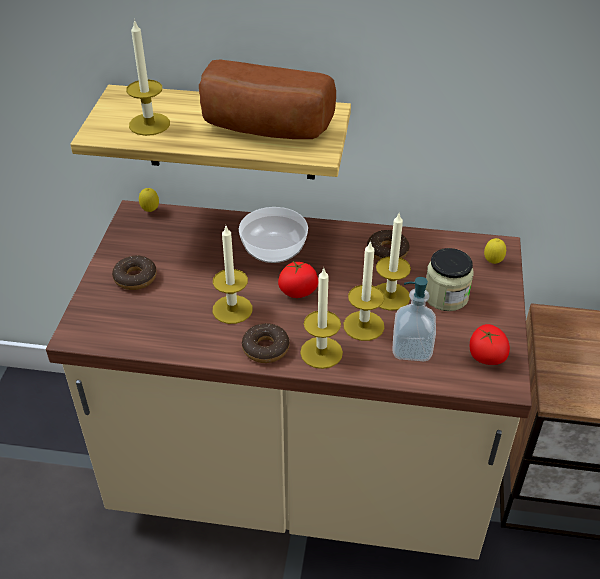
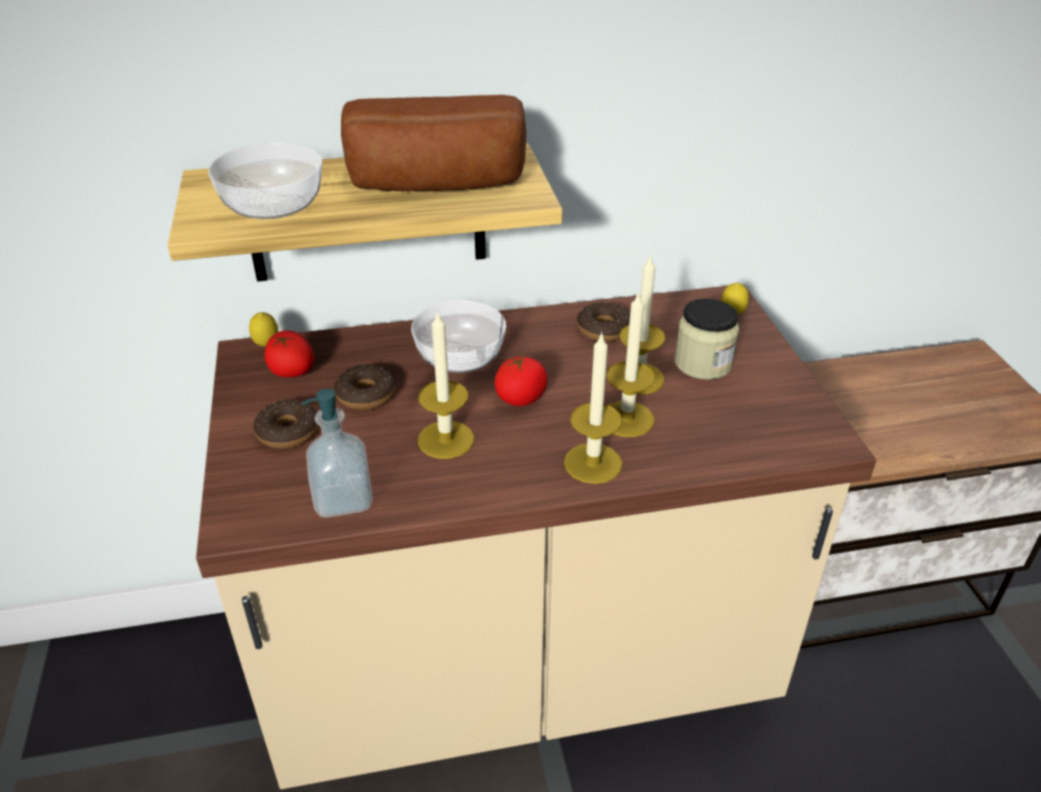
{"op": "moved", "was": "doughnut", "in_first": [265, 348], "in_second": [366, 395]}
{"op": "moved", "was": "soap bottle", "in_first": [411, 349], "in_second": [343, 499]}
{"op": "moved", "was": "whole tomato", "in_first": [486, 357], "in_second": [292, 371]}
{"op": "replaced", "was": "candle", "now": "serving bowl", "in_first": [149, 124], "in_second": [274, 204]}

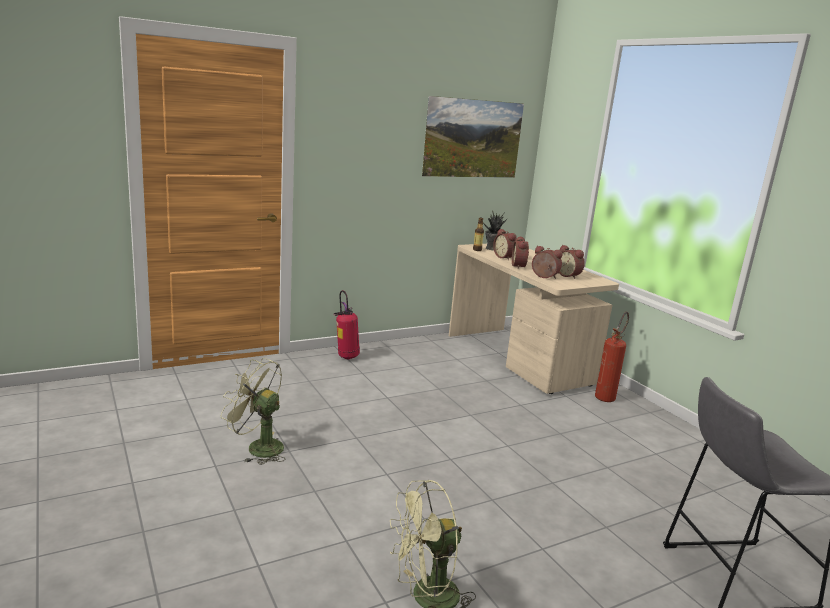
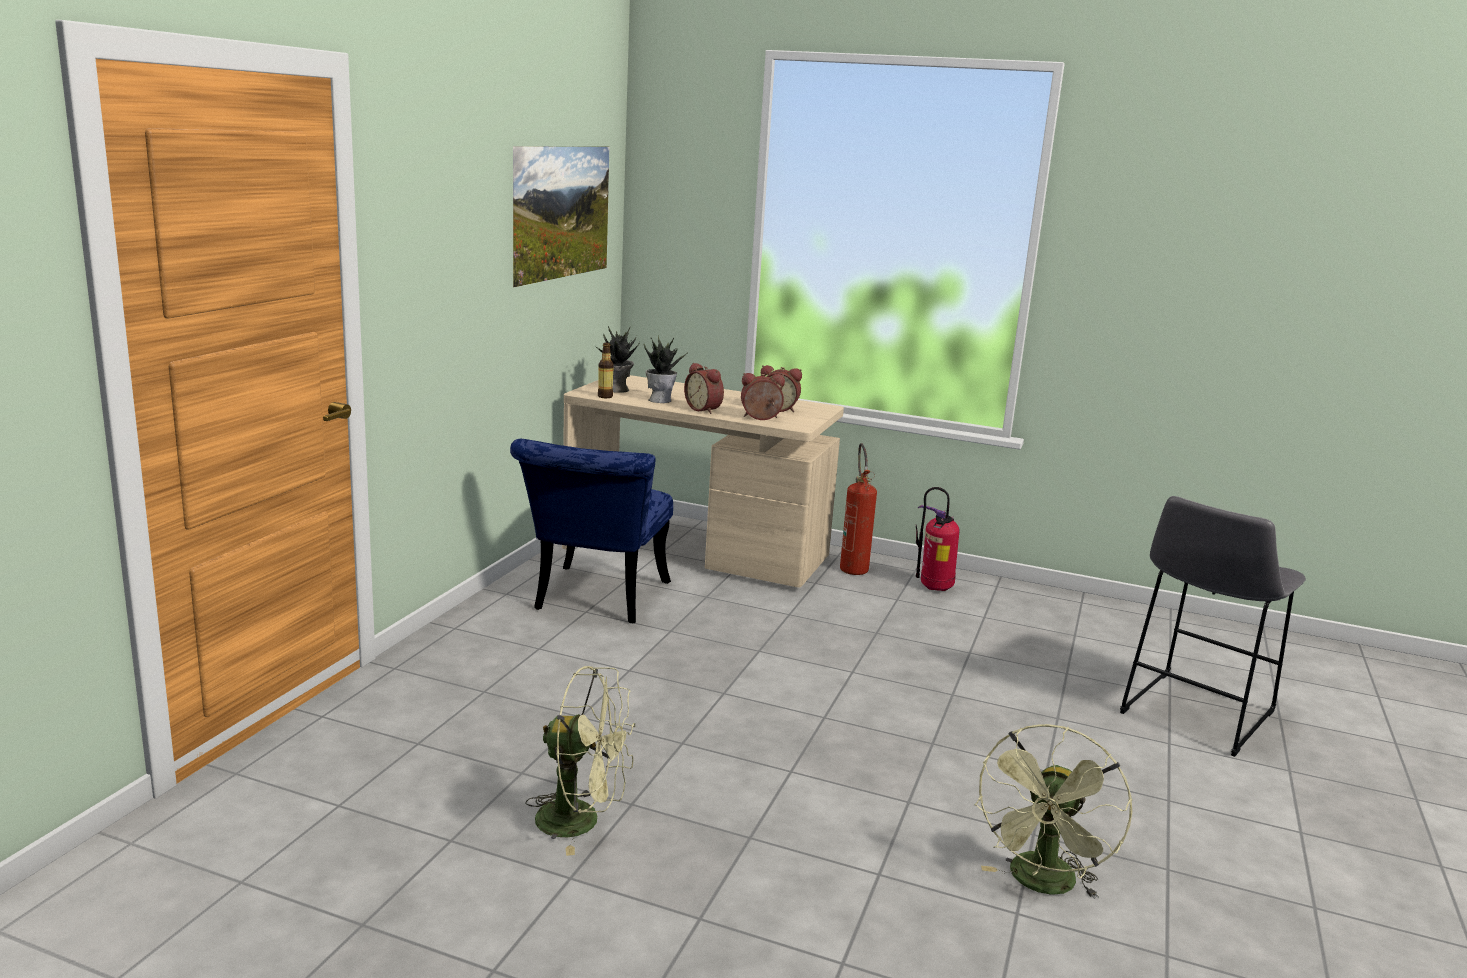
{"op": "added", "now": "blue-coloured chair", "in_second": [595, 600]}
{"op": "moved", "was": "fire extinguisher", "in_first": [346, 357], "in_second": [933, 588]}
{"op": "replaced", "was": "bedside clock", "now": "potted plant", "in_first": [505, 257], "in_second": [660, 400]}
{"op": "turned", "was": "greenish electric fan", "in_first": [258, 447], "in_second": [582, 821], "clockwise": -150}

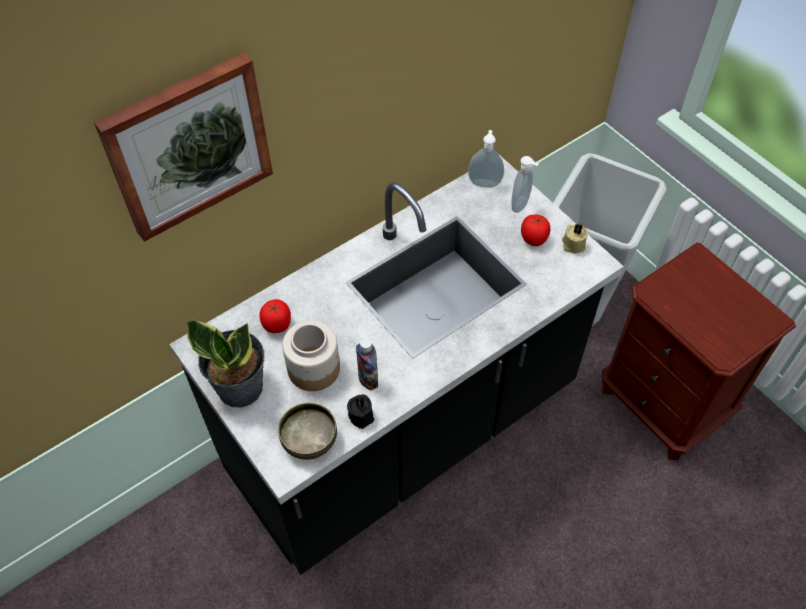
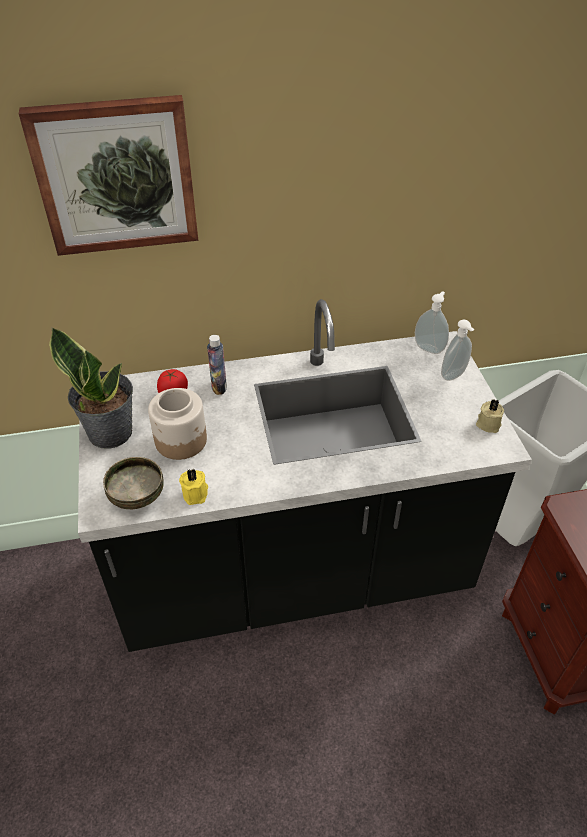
{"op": "removed", "was": "whole tomato", "in_first": [533, 239]}
{"op": "moved", "was": "bottle", "in_first": [368, 379], "in_second": [219, 387]}
{"op": "recoloured", "was": "black-coloured candle", "now": "yellow candle", "in_first": [361, 415], "in_second": [196, 493]}

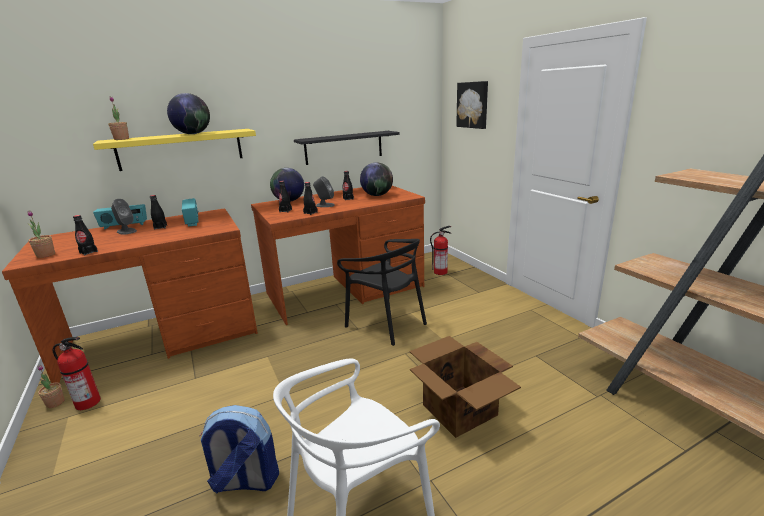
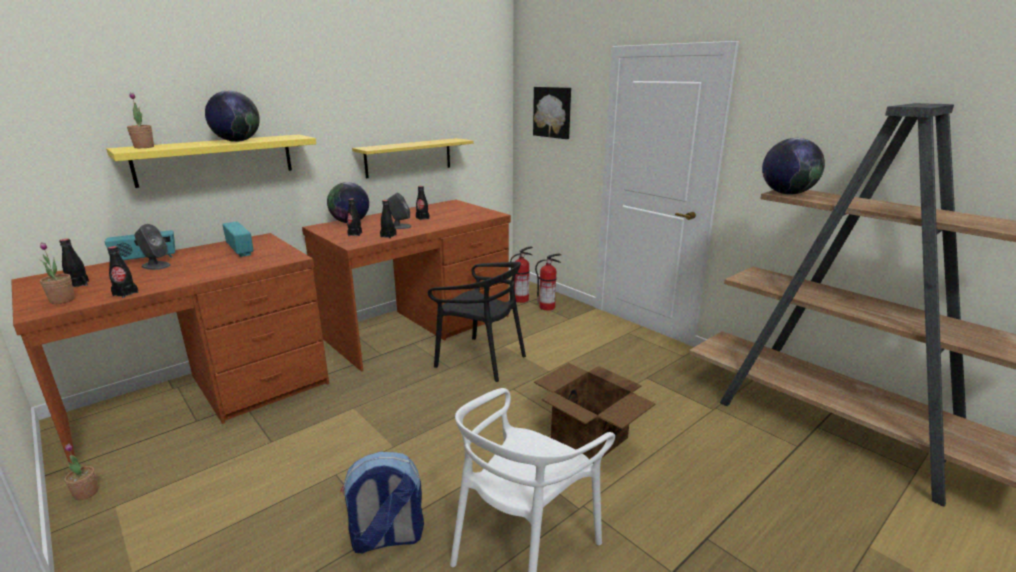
{"op": "moved", "was": "fire extinguisher", "in_first": [89, 402], "in_second": [547, 307]}
{"op": "moved", "was": "black-coloured bottle", "in_first": [160, 227], "in_second": [78, 284]}
{"op": "moved", "was": "globe", "in_first": [377, 195], "in_second": [787, 193]}
{"op": "recoloured", "was": "black-coloured bracket shelf", "now": "yellow bracket shelf", "in_first": [344, 147], "in_second": [409, 157]}

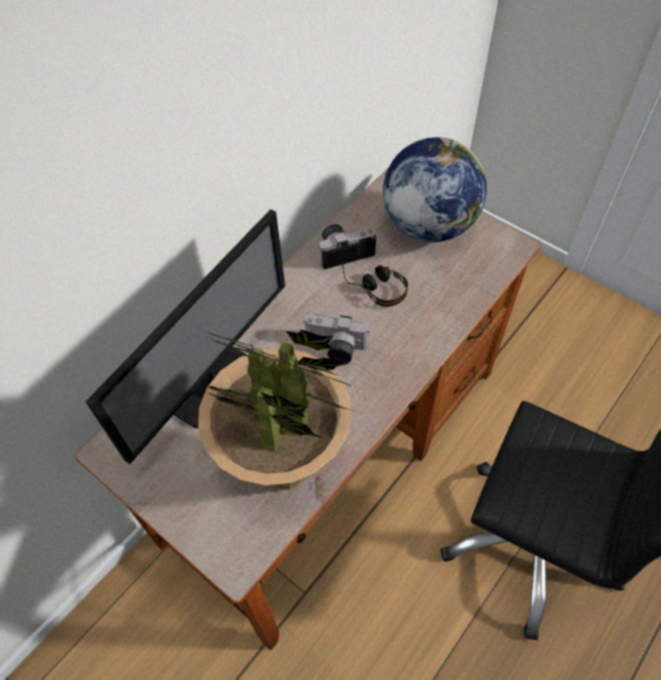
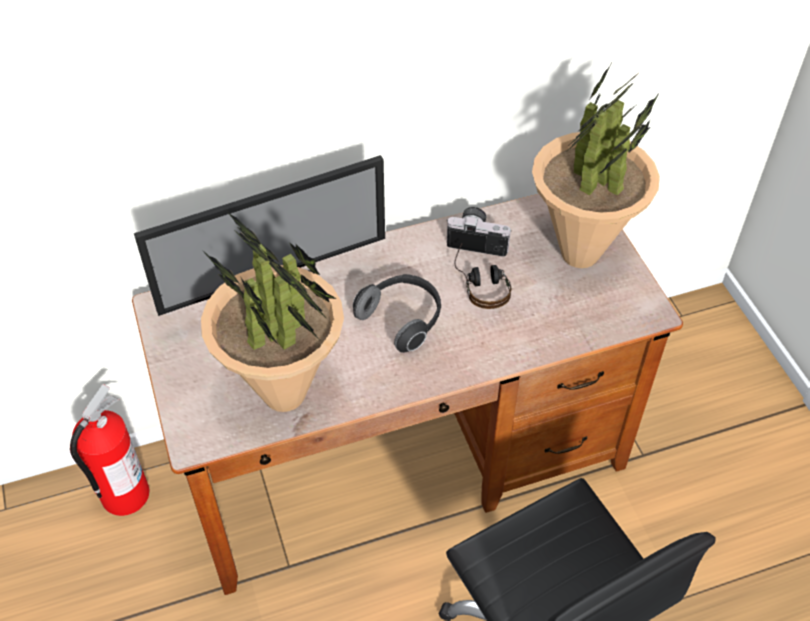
{"op": "added", "now": "fire extinguisher", "in_second": [124, 495]}
{"op": "replaced", "was": "still camera", "now": "headphones", "in_first": [335, 348], "in_second": [402, 319]}
{"op": "replaced", "was": "globe", "now": "potted plant", "in_first": [428, 225], "in_second": [579, 253]}

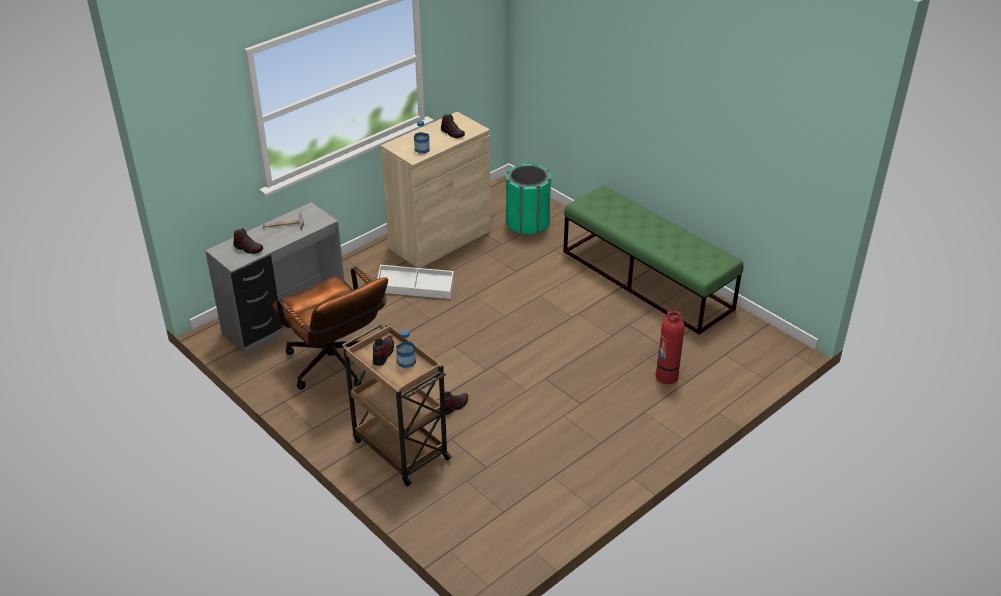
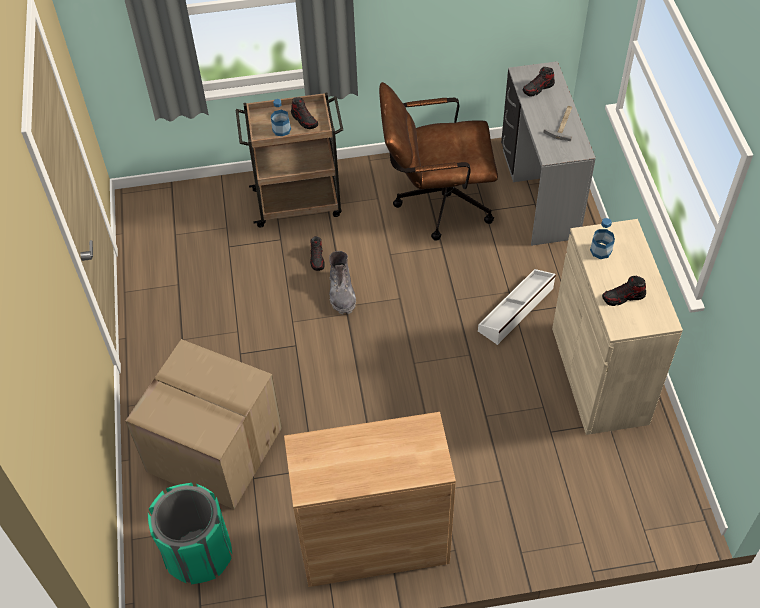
{"op": "added", "now": "gray high-top boot", "in_second": [342, 293]}
{"op": "moved", "was": "greenish rubbish bin", "in_first": [527, 224], "in_second": [198, 553]}
{"op": "replaced", "was": "greenish bench", "now": "brown cupboard", "in_first": [647, 280], "in_second": [373, 542]}
{"op": "replaced", "was": "fire extinguisher", "now": "carton", "in_first": [667, 376], "in_second": [212, 450]}

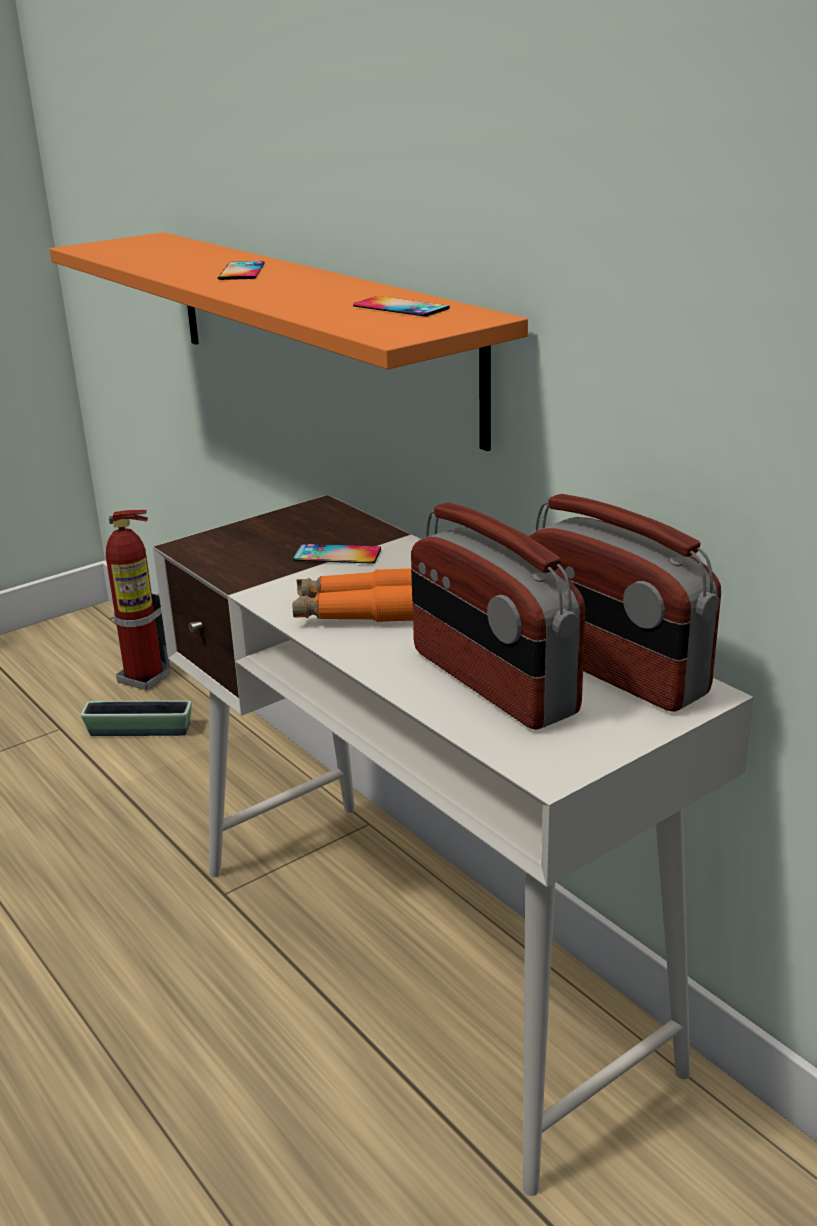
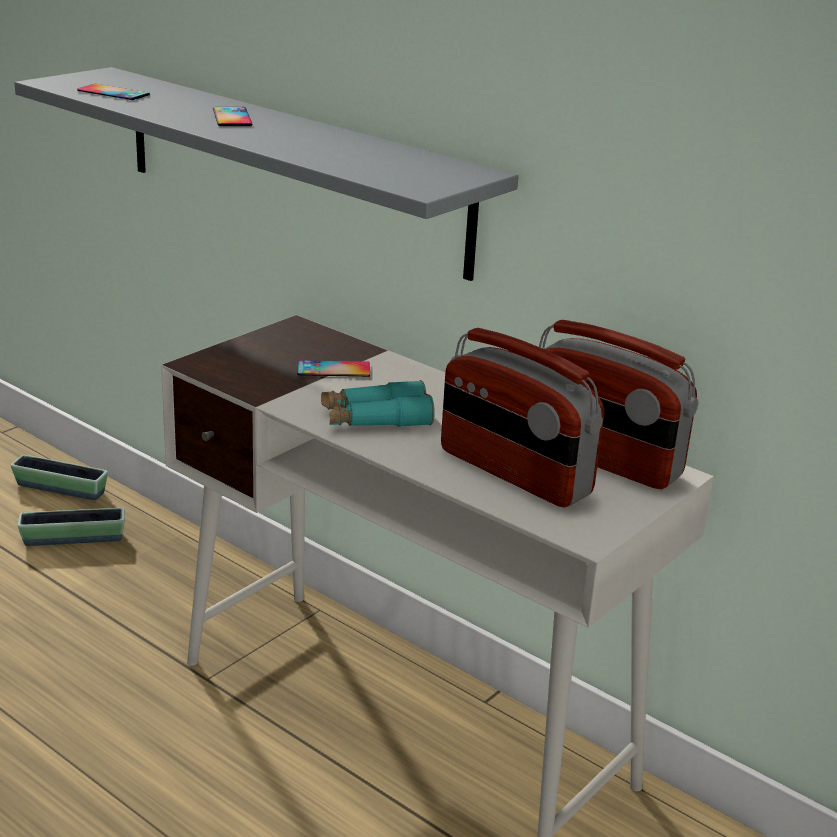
{"op": "moved", "was": "handset", "in_first": [401, 307], "in_second": [113, 93]}
{"op": "replaced", "was": "fire extinguisher", "now": "flower pot", "in_first": [145, 678], "in_second": [61, 489]}
{"op": "recoloured", "was": "orange-coloured bracket shelf", "now": "gray bracket shelf", "in_first": [315, 328], "in_second": [290, 167]}
{"op": "recoloured", "was": "orange-coloured field glasses", "now": "blue-green field glasses", "in_first": [357, 612], "in_second": [376, 419]}

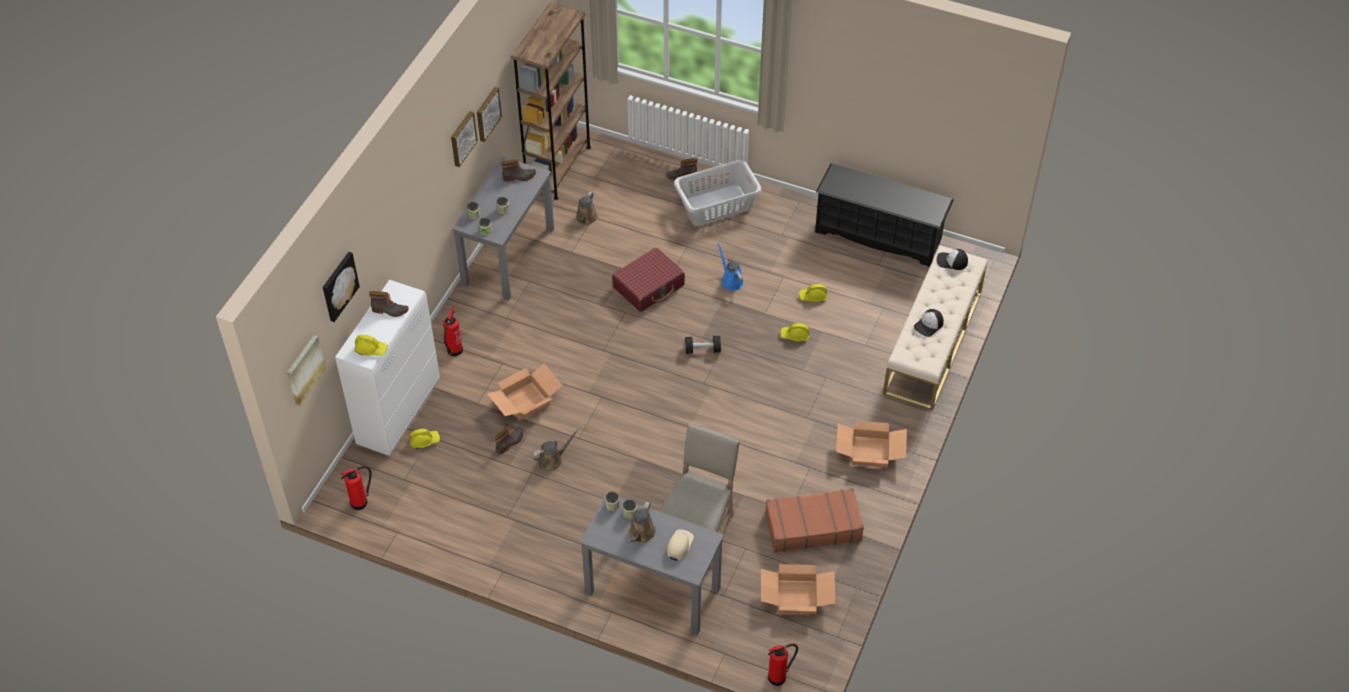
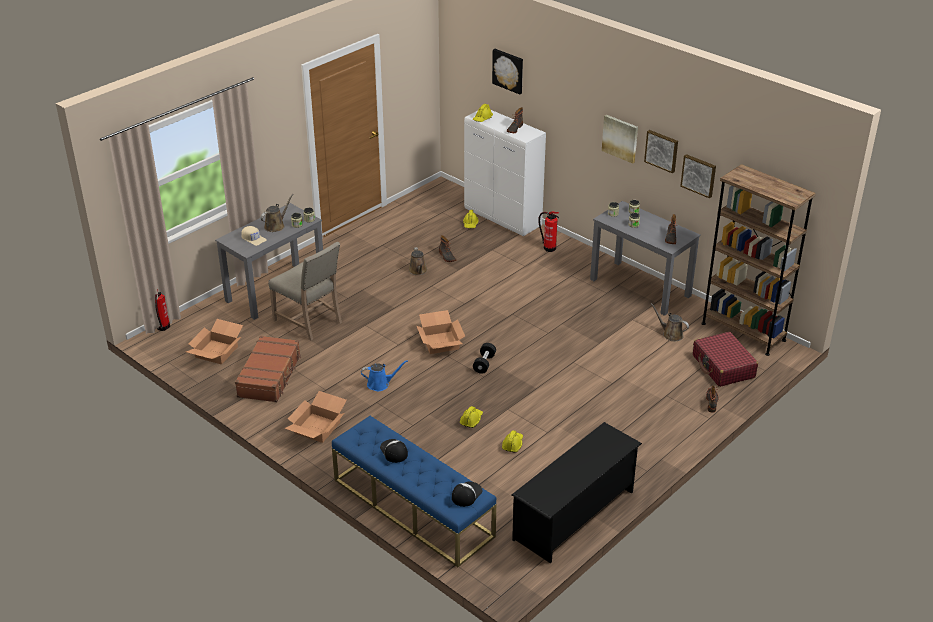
{"op": "removed", "was": "fire extinguisher", "in_first": [360, 502]}
{"op": "removed", "was": "gray laundry basket", "in_first": [717, 205]}
{"op": "moved", "was": "wall art", "in_first": [304, 369], "in_second": [620, 138]}
{"op": "moved", "was": "carton", "in_first": [526, 402], "in_second": [440, 342]}
{"op": "moved", "was": "reddish travel case", "in_first": [649, 286], "in_second": [723, 367]}
{"op": "moved", "was": "blue-coloured watering pot", "in_first": [731, 280], "in_second": [380, 384]}
{"op": "recoloured", "was": "sand-coloured bench", "now": "blue-coloured bench", "in_first": [933, 343], "in_second": [412, 508]}
{"op": "turned", "was": "brown watering pot", "in_first": [641, 534], "in_second": [276, 226], "clockwise": 90}

